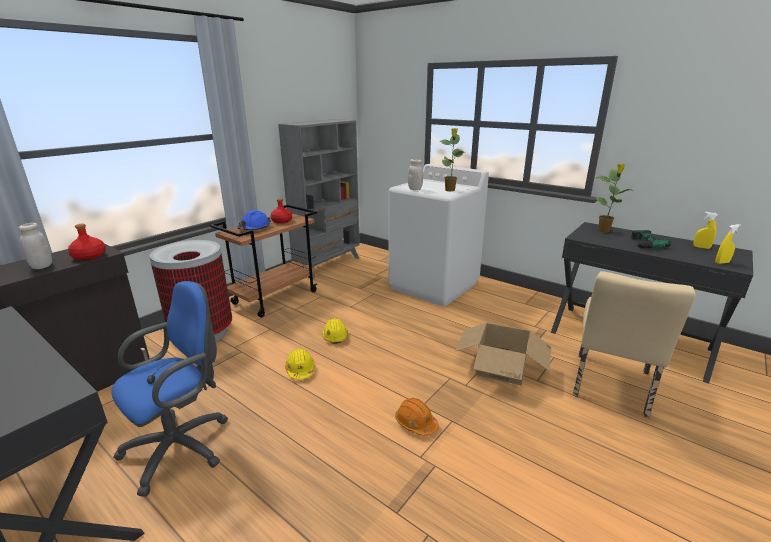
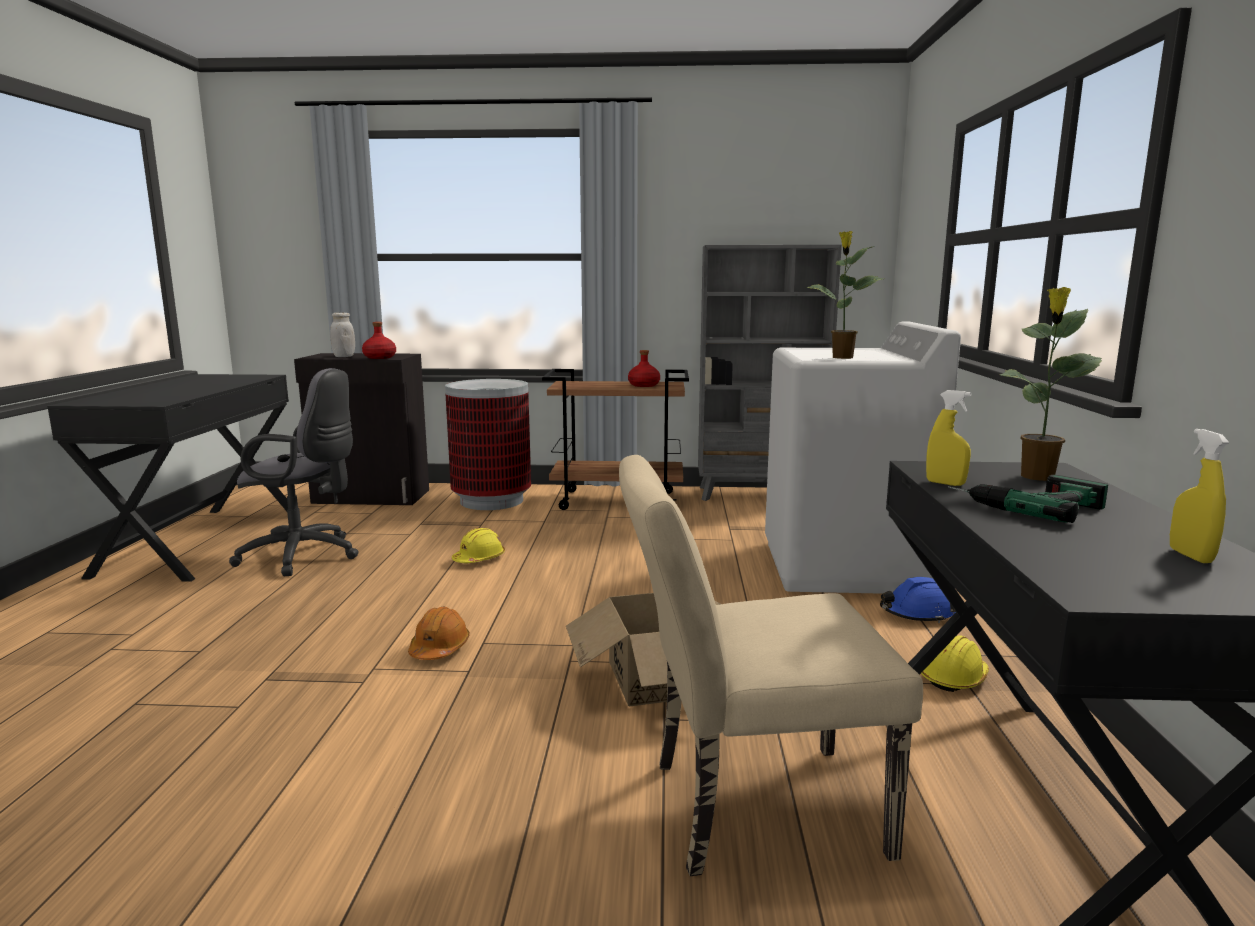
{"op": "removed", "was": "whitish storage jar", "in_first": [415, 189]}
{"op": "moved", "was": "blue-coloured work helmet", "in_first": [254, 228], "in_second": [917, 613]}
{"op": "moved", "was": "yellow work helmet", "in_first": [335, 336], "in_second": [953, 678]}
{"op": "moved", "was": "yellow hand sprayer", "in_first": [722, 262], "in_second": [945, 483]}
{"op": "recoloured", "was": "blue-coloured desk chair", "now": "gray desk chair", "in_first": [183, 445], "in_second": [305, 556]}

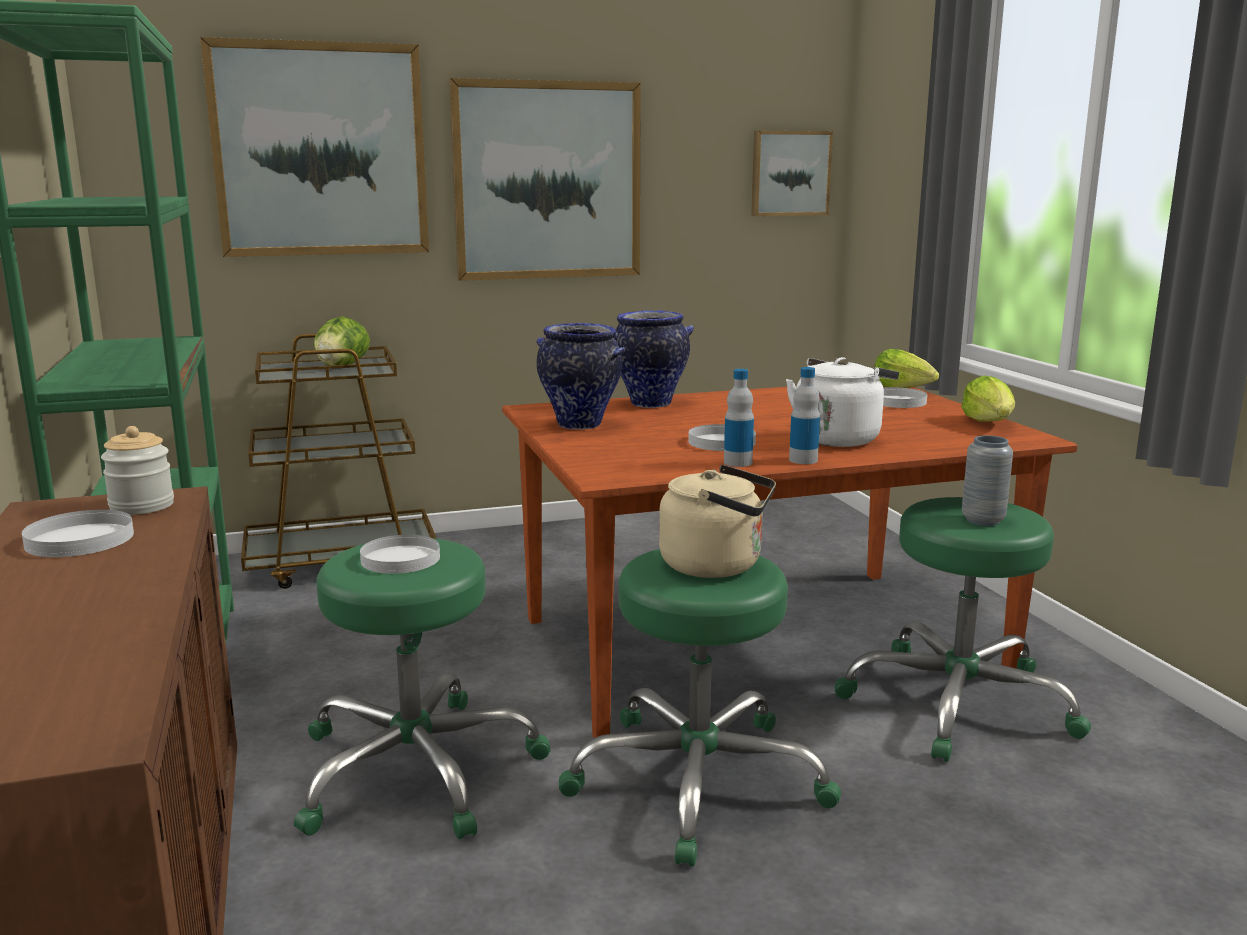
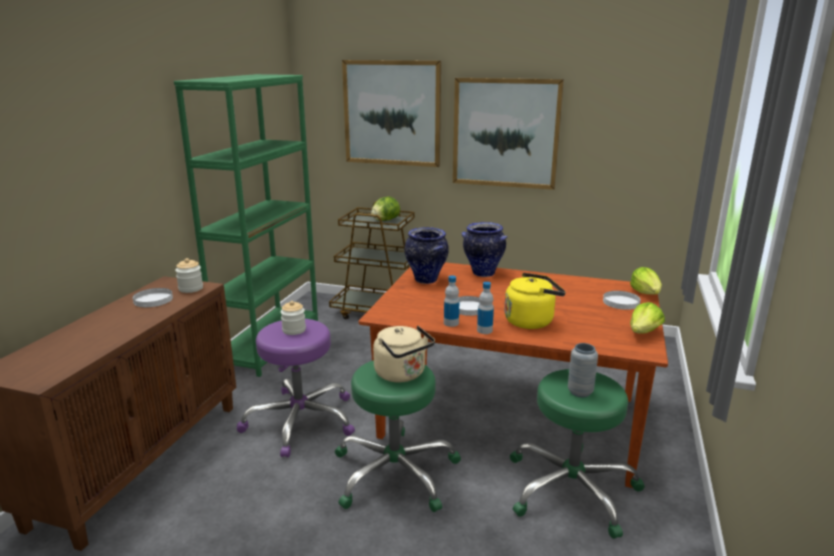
{"op": "removed", "was": "wall art", "in_first": [789, 173]}
{"op": "replaced", "was": "whitish plate", "now": "storage jar", "in_first": [400, 559], "in_second": [294, 330]}
{"op": "recoloured", "was": "greenish stool", "now": "purplish stool", "in_first": [416, 769], "in_second": [301, 421]}
{"op": "recoloured", "was": "whitish kettle", "now": "yellow kettle", "in_first": [838, 438], "in_second": [531, 321]}

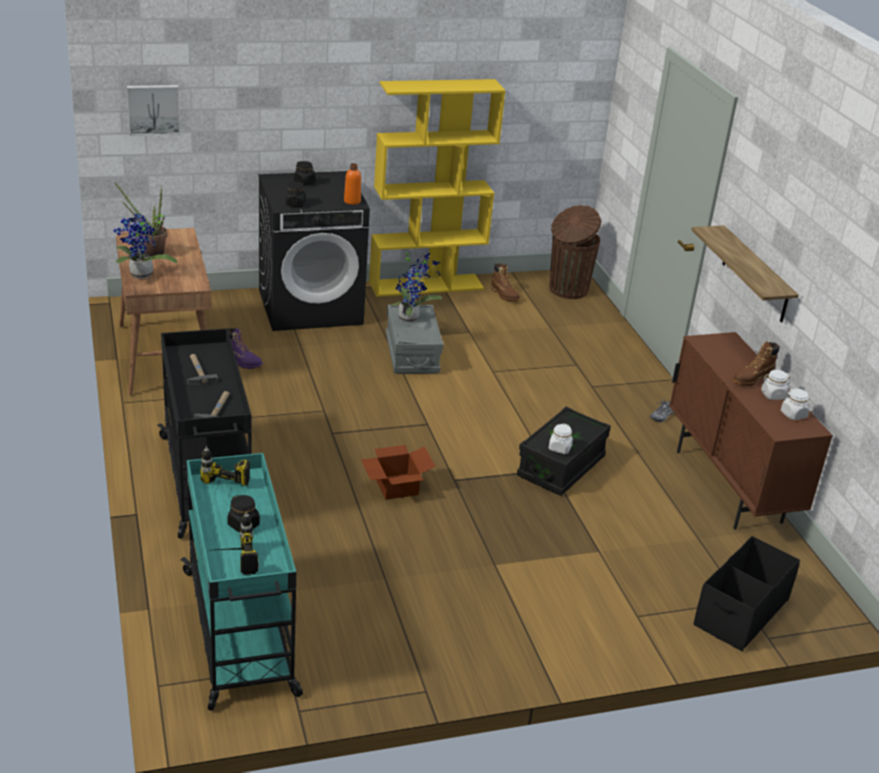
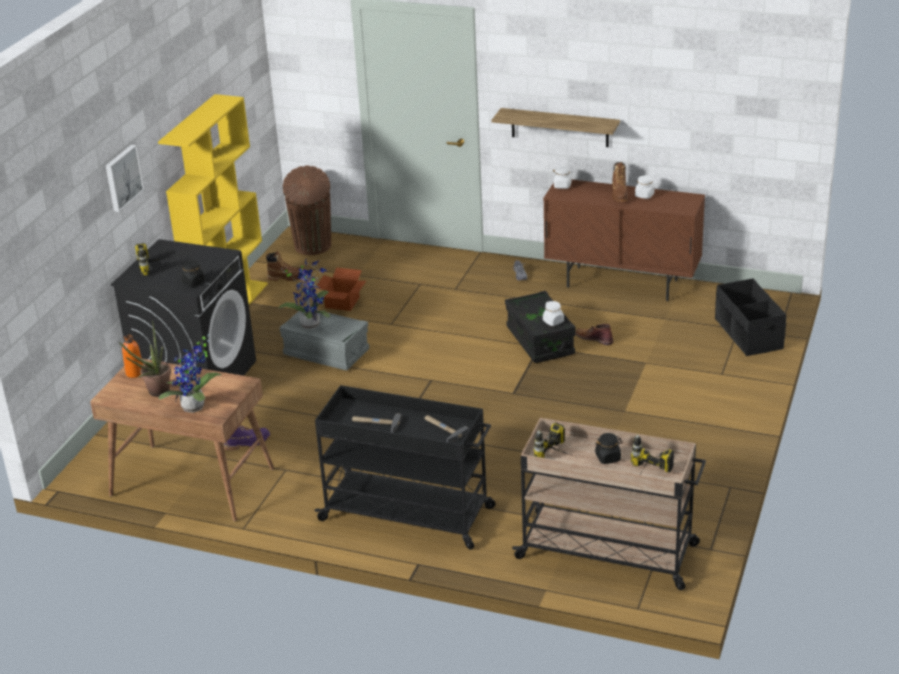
{"op": "added", "now": "brown high-top boot", "in_second": [594, 338]}
{"op": "moved", "was": "wall art", "in_first": [153, 109], "in_second": [122, 177]}
{"op": "moved", "was": "orange-coloured bottle", "in_first": [352, 201], "in_second": [135, 373]}
{"op": "moved", "was": "carton", "in_first": [395, 486], "in_second": [341, 303]}
{"op": "moved", "was": "whitish storage jar", "in_first": [793, 414], "in_second": [562, 186]}
{"op": "replaced", "was": "black-coloured storage jar", "now": "drill", "in_first": [304, 182], "in_second": [156, 266]}
{"op": "recoloured", "was": "blue-green trolley", "now": "sand-coloured trolley", "in_first": [240, 633], "in_second": [609, 552]}

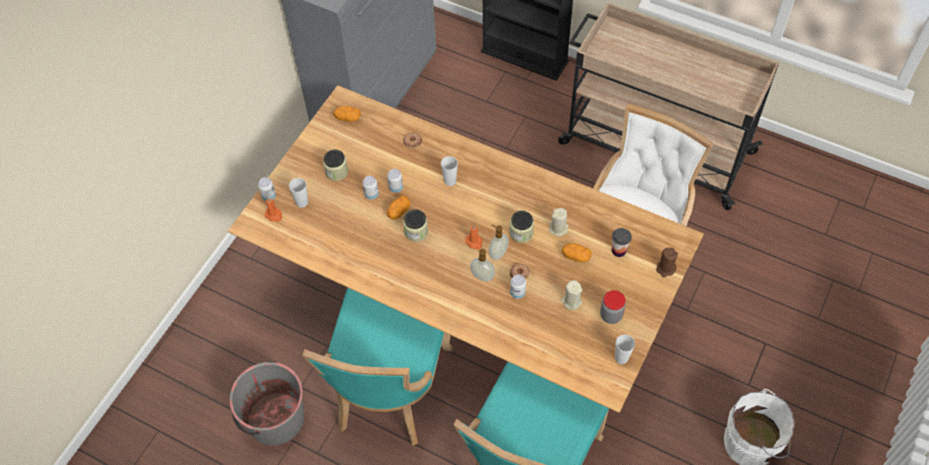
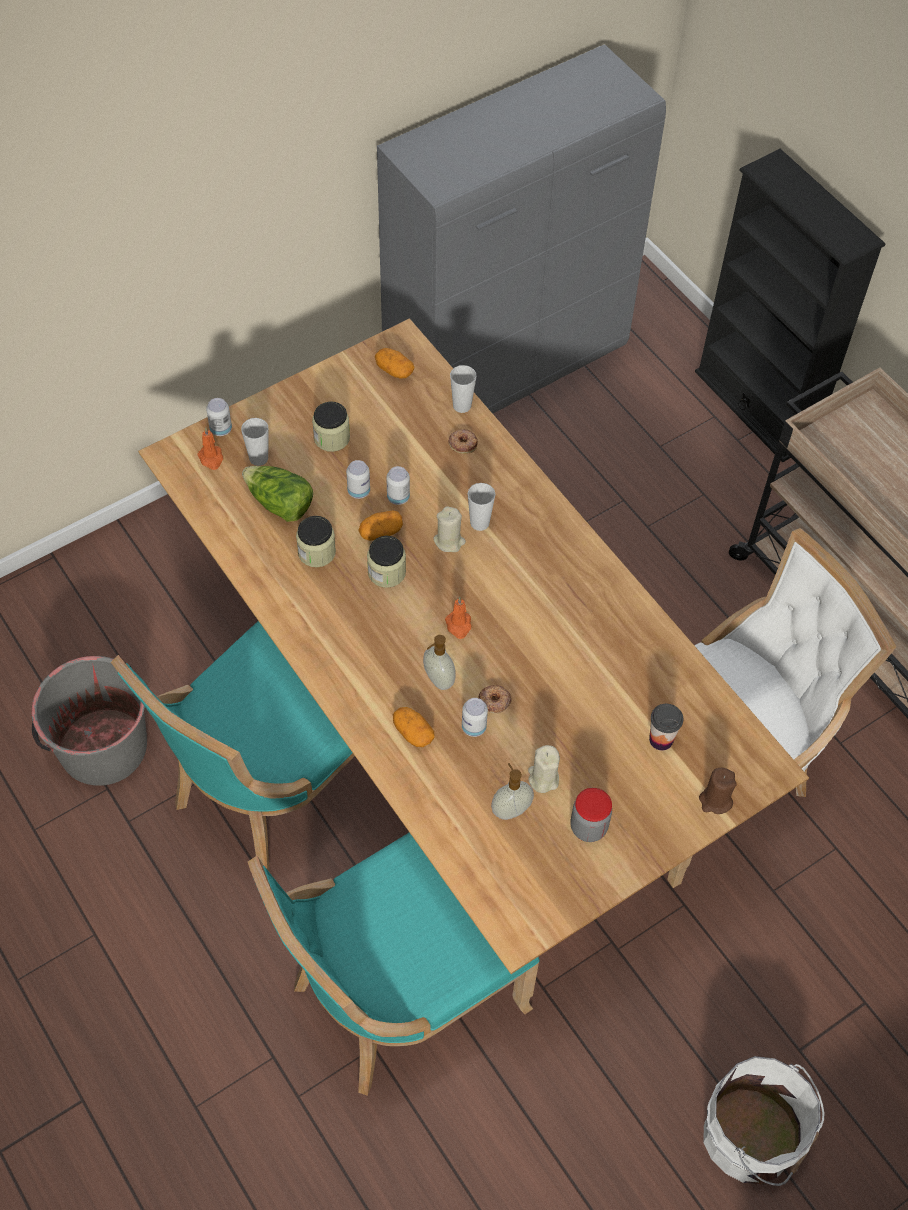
{"op": "added", "now": "lettuce", "in_second": [279, 503]}
{"op": "moved", "was": "soap bottle", "in_first": [497, 253], "in_second": [510, 809]}
{"op": "moved", "was": "storage jar", "in_first": [521, 233], "in_second": [316, 552]}
{"op": "moved", "was": "sand-coloured candle", "in_first": [558, 228], "in_second": [449, 541]}
{"op": "moved", "was": "spud", "in_first": [576, 256], "in_second": [413, 732]}
{"op": "moved", "was": "cup", "in_first": [621, 358], "in_second": [462, 406]}

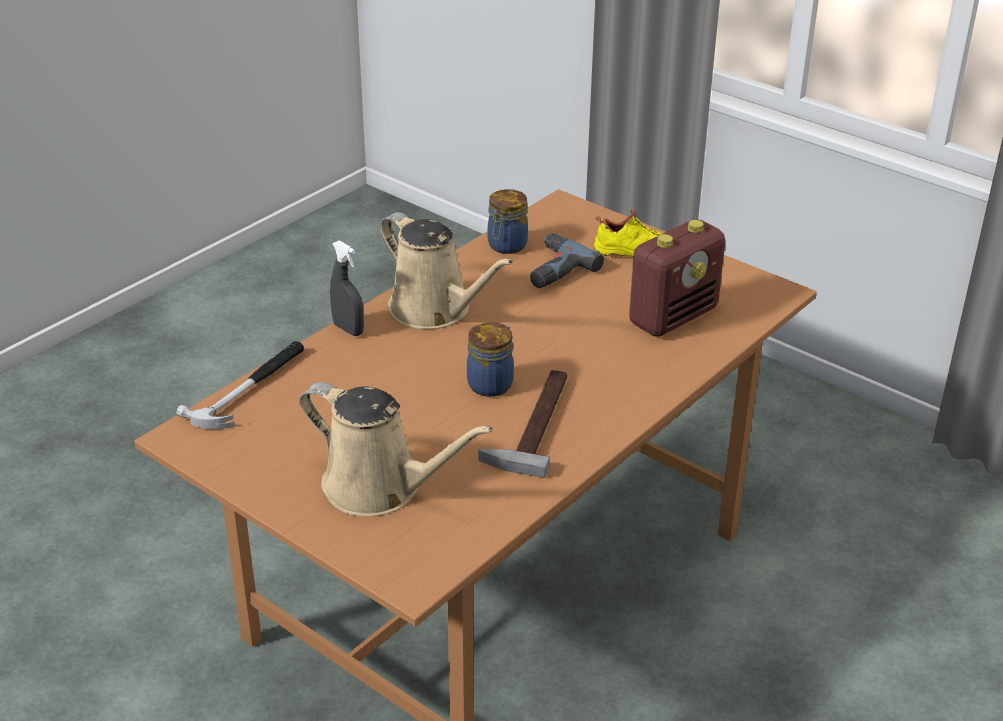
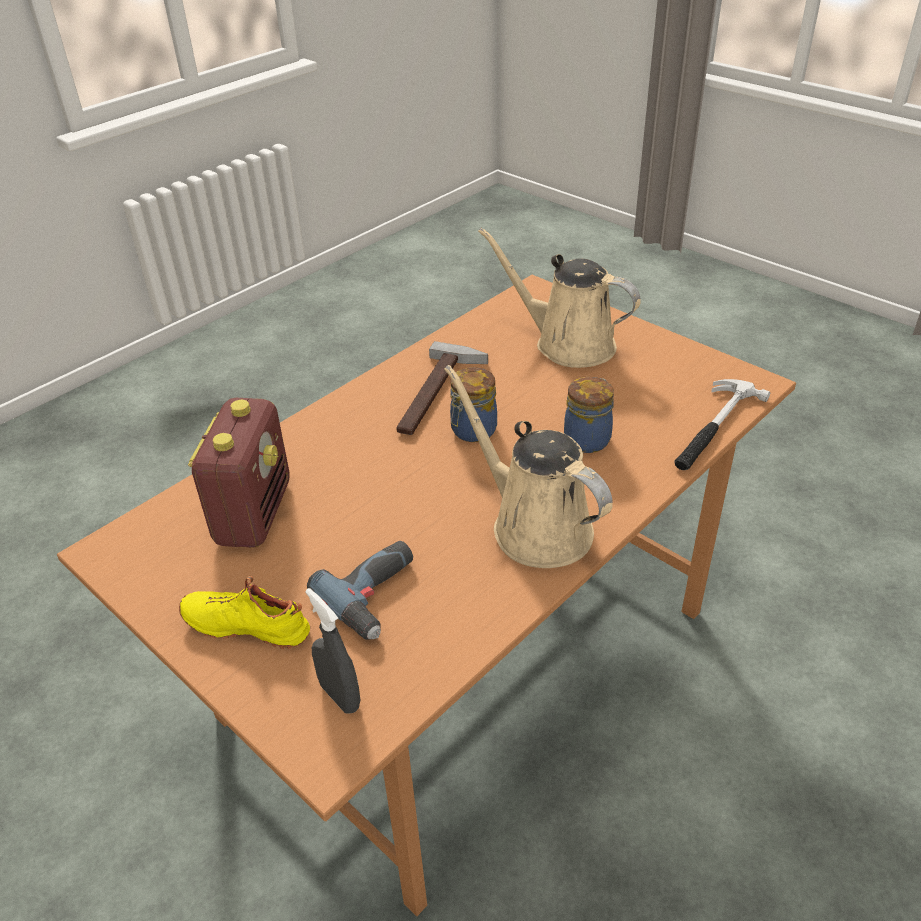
{"op": "moved", "was": "gray hand sprayer", "in_first": [348, 329], "in_second": [340, 696]}
{"op": "moved", "was": "storage jar", "in_first": [506, 246], "in_second": [588, 439]}
{"op": "turned", "was": "radio set", "in_first": [673, 316], "in_second": [253, 513], "clockwise": 135}

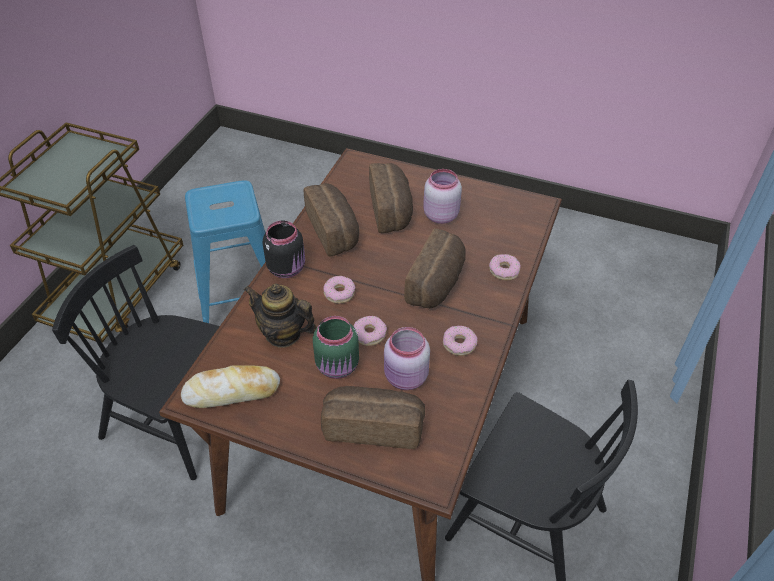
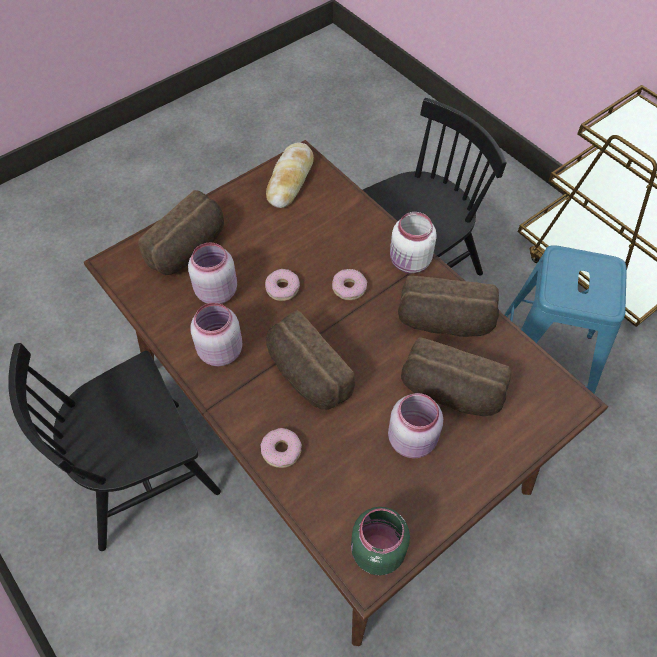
{"op": "removed", "was": "teapot", "in_first": [283, 334]}
{"op": "moved", "was": "greenish storage jar", "in_first": [338, 367], "in_second": [375, 551]}
{"op": "replaced", "was": "doughnut", "now": "pinkish storage jar", "in_first": [459, 344], "in_second": [219, 350]}
{"op": "recoloured", "was": "black-coloured storage jar", "now": "whitish storage jar", "in_first": [287, 268], "in_second": [409, 262]}

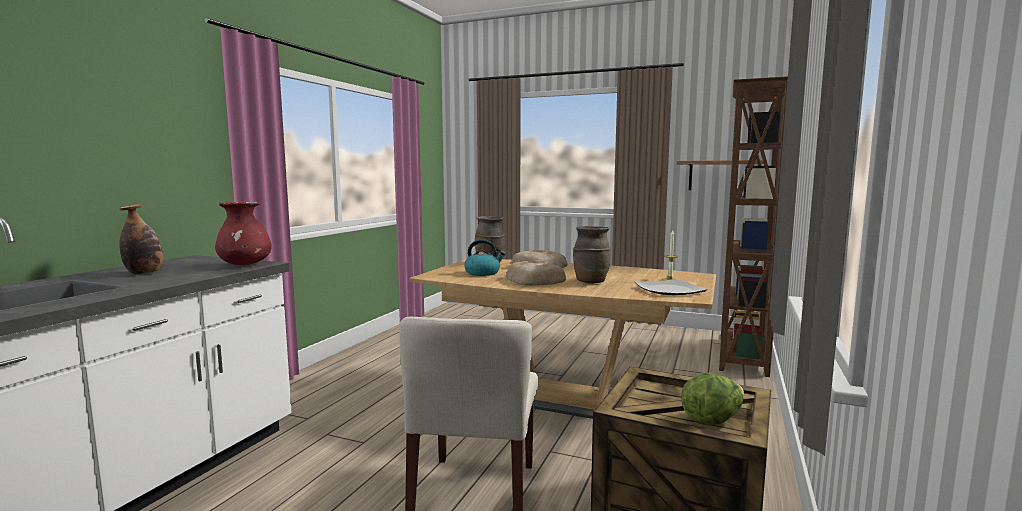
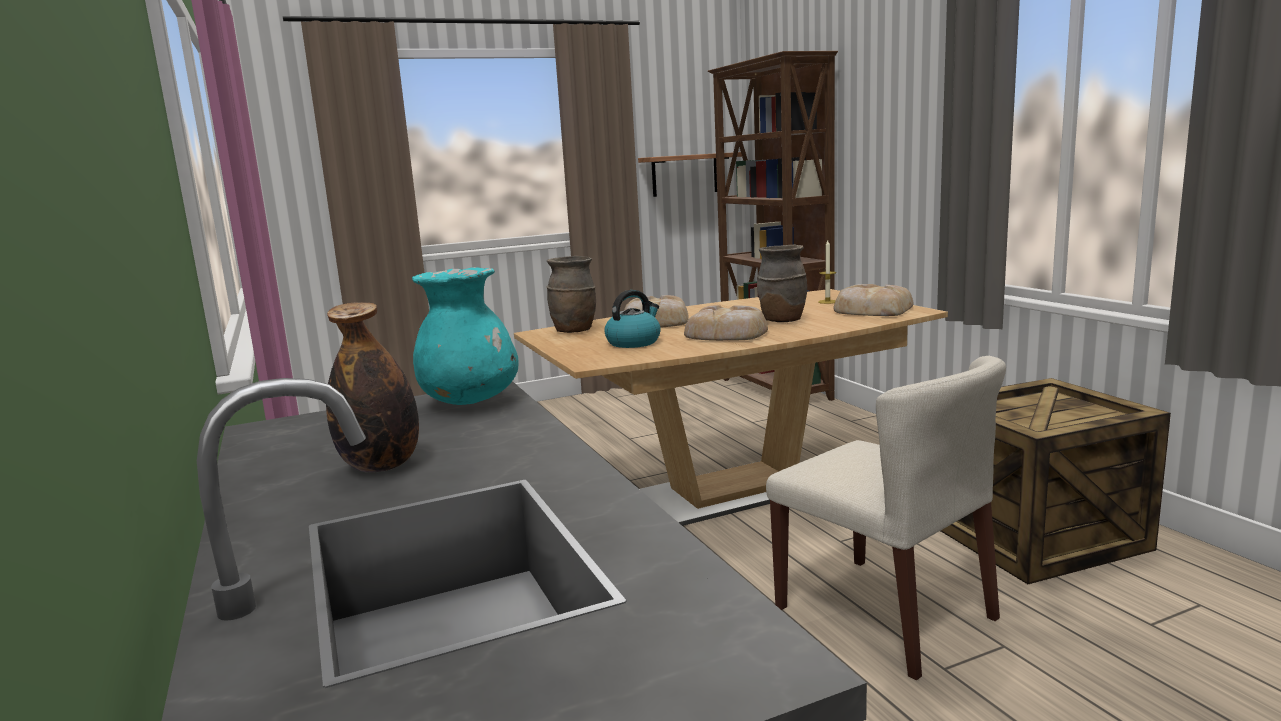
{"op": "removed", "was": "lettuce", "in_first": [712, 420]}
{"op": "replaced", "was": "plate", "now": "baked bread", "in_first": [669, 290], "in_second": [871, 309]}
{"op": "recoloured", "was": "reddish vase", "now": "blue-green vase", "in_first": [245, 265], "in_second": [470, 401]}

